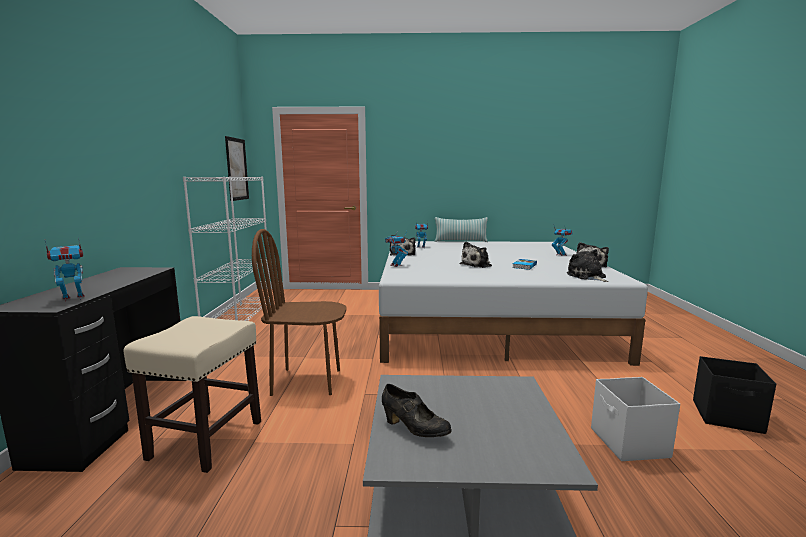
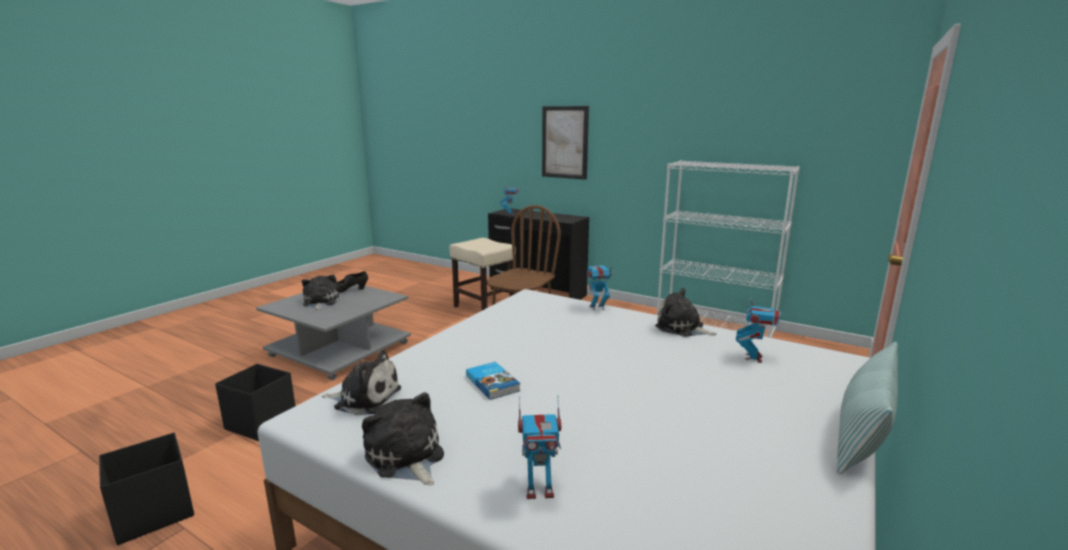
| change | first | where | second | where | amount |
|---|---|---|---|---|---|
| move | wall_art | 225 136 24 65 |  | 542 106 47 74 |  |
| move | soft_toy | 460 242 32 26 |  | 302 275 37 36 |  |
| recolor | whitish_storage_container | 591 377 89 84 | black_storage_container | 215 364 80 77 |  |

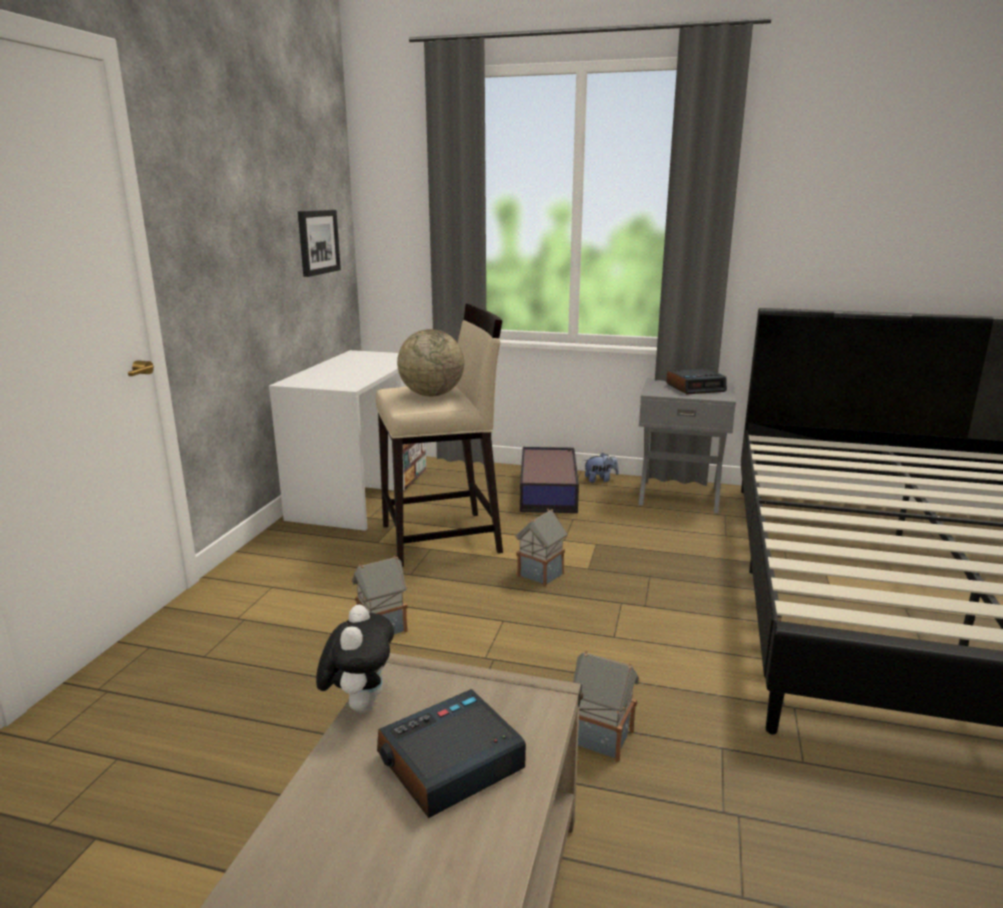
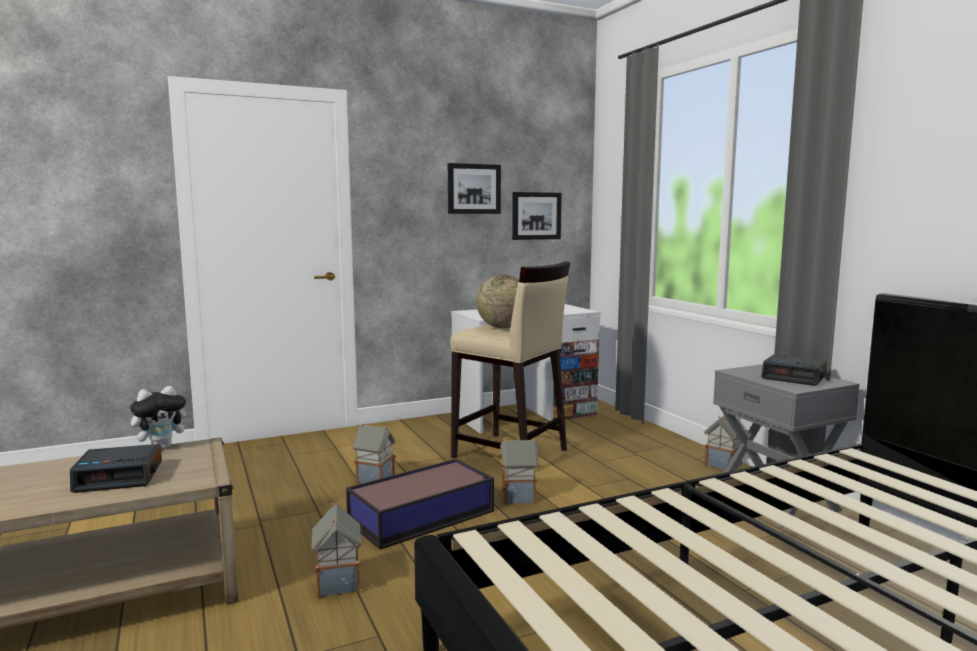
| change | first | where | second | where | amount |
|---|---|---|---|---|---|
| insert |  |  | wall_art | 448 163 53 51 |  |
| move | storage_container | 520 447 59 66 |  | 346 459 148 91 |  |
| replace | soft_toy | 584 453 35 30 | miniature_house | 704 415 42 55 |  |
| rotate | table_clock | 377 689 149 129 |  | 70 444 92 49 | 150 degrees clockwise |

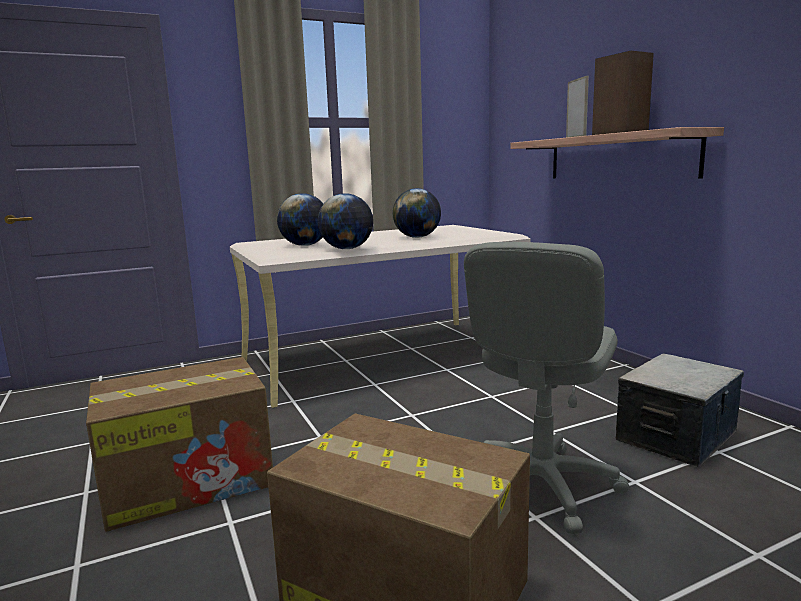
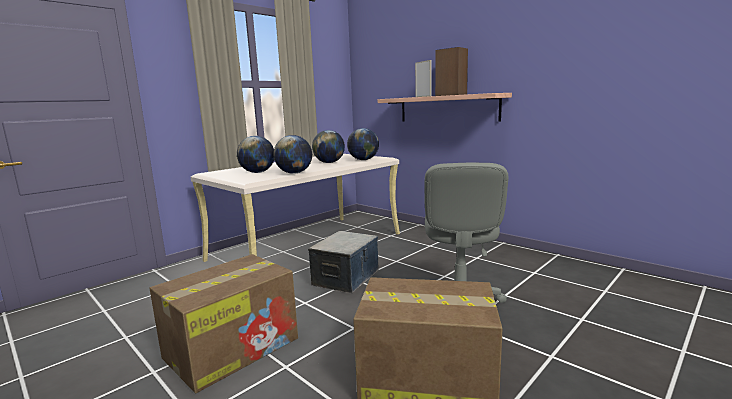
| change | first | where | second | where | amount |
|---|---|---|---|---|---|
| insert |  |  | world_globe | 347 128 32 32 |  |
| move | storage_container | 616 354 128 113 |  | 308 231 70 62 |  |

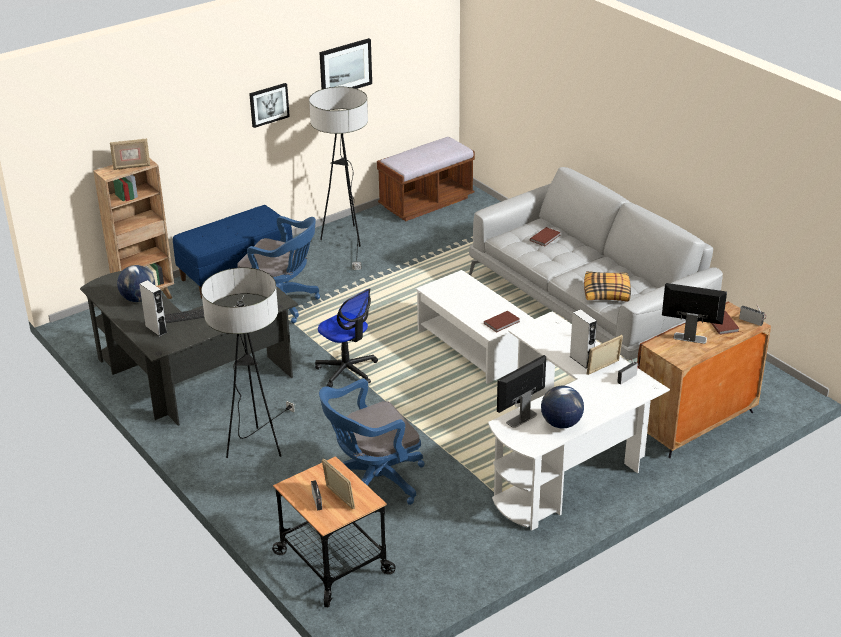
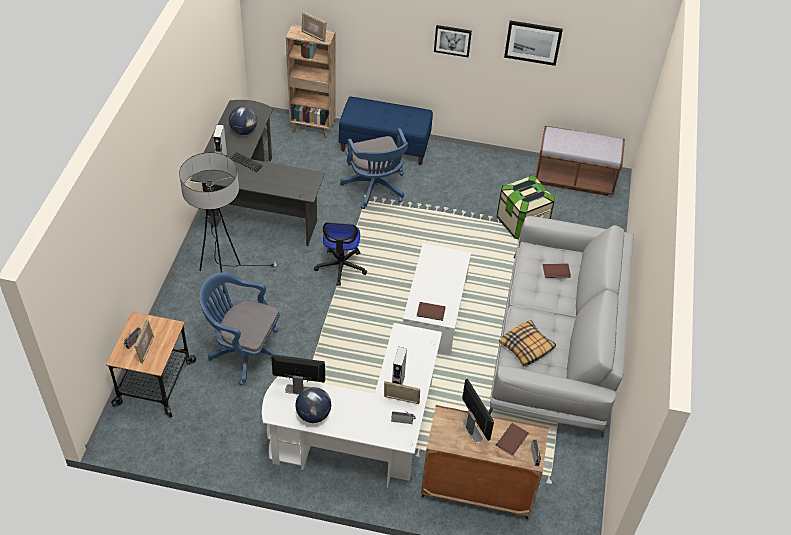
| change | first | where | second | where | amount |
|---|---|---|---|---|---|
| delete | standing_lamp | 309 87 59 183 |  |  |  |
| insert |  |  | storage_container | 496 175 59 64 |  |

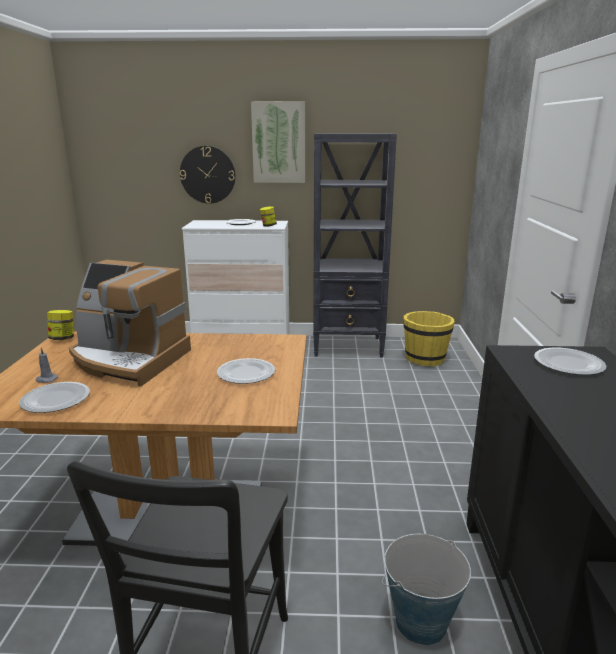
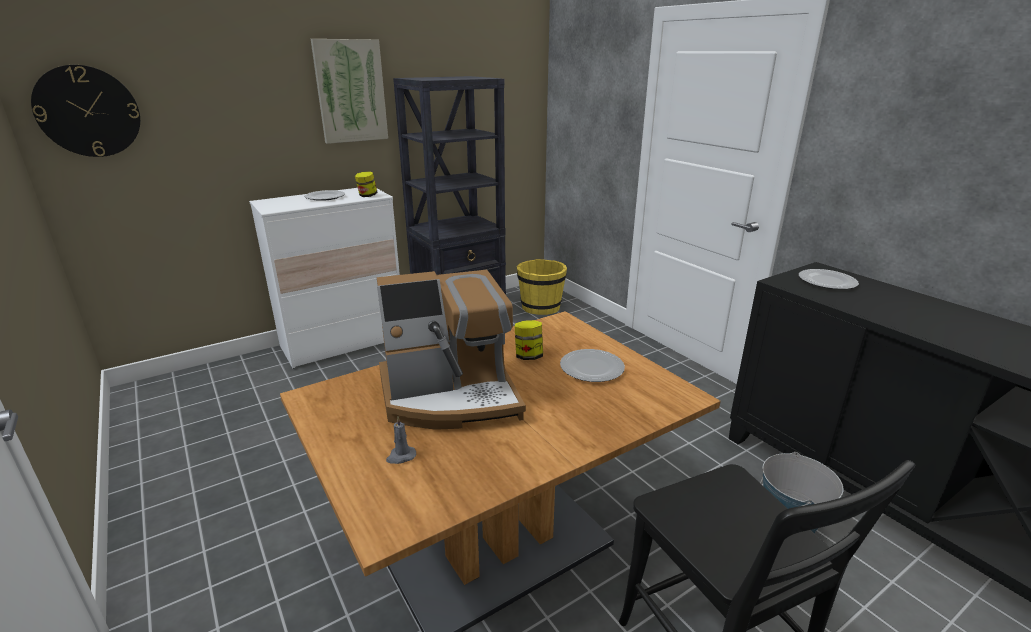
| change | first | where | second | where | amount |
|---|---|---|---|---|---|
| delete | flat_dish | 19 382 71 31 |  |  |  |
| move | storage_jar | 47 310 27 30 |  | 514 320 29 40 |  |
| move | hanging_clock | 180 146 56 58 |  | 31 65 109 92 |  |

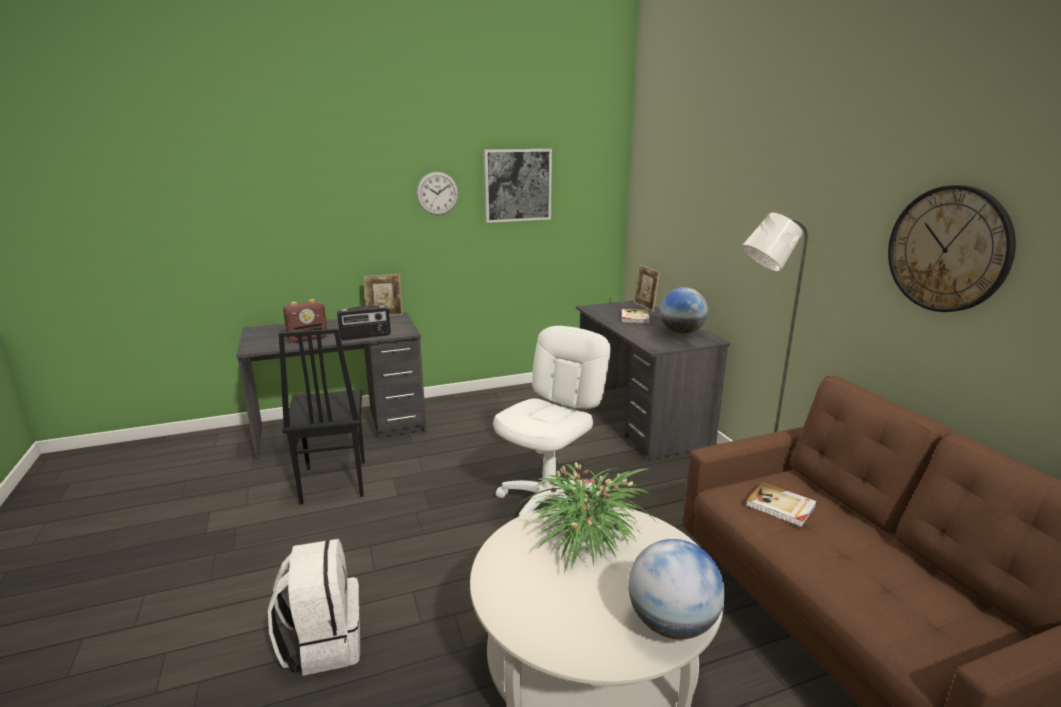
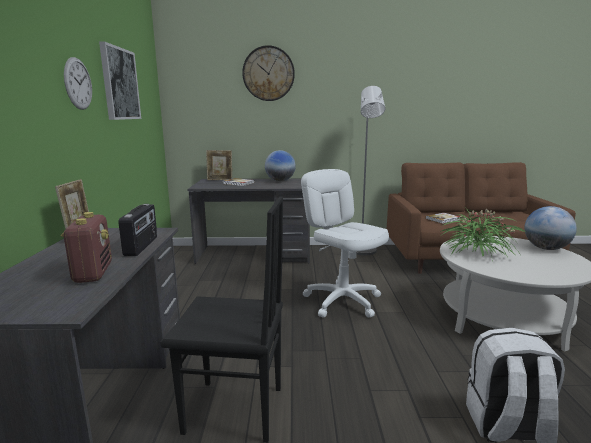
| change | first | where | second | where | amount |
|---|---|---|---|---|---|
| move | hanging_clock | 888 185 128 127 |  | 242 45 53 56 |  |

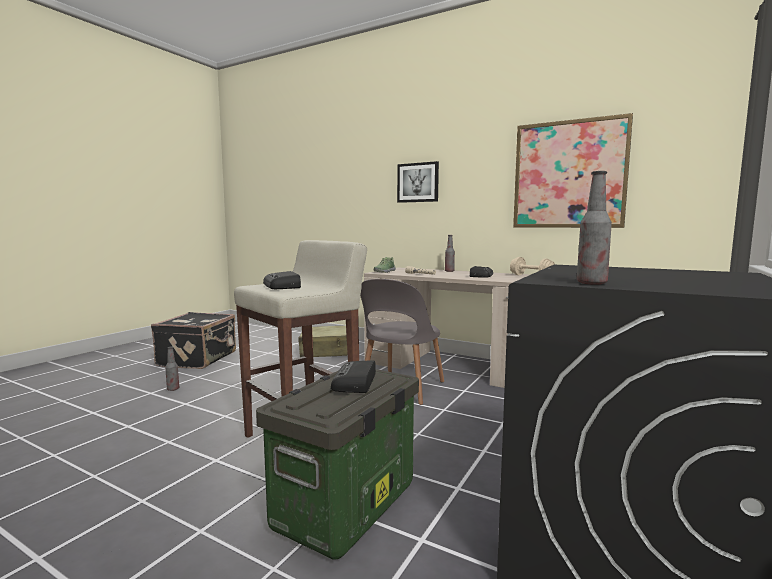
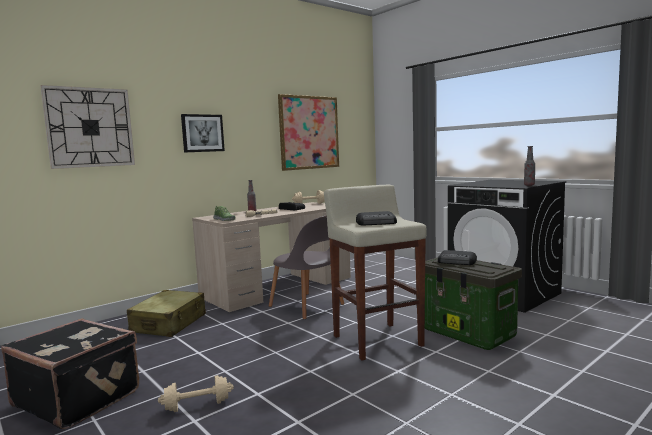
| change | first | where | second | where | amount |
|---|---|---|---|---|---|
| insert |  |  | hanging_clock | 40 85 95 84 |  |
| replace | drink_bottle | 165 347 14 44 | beige-coloured_dumbbell | 158 375 76 37 |  |

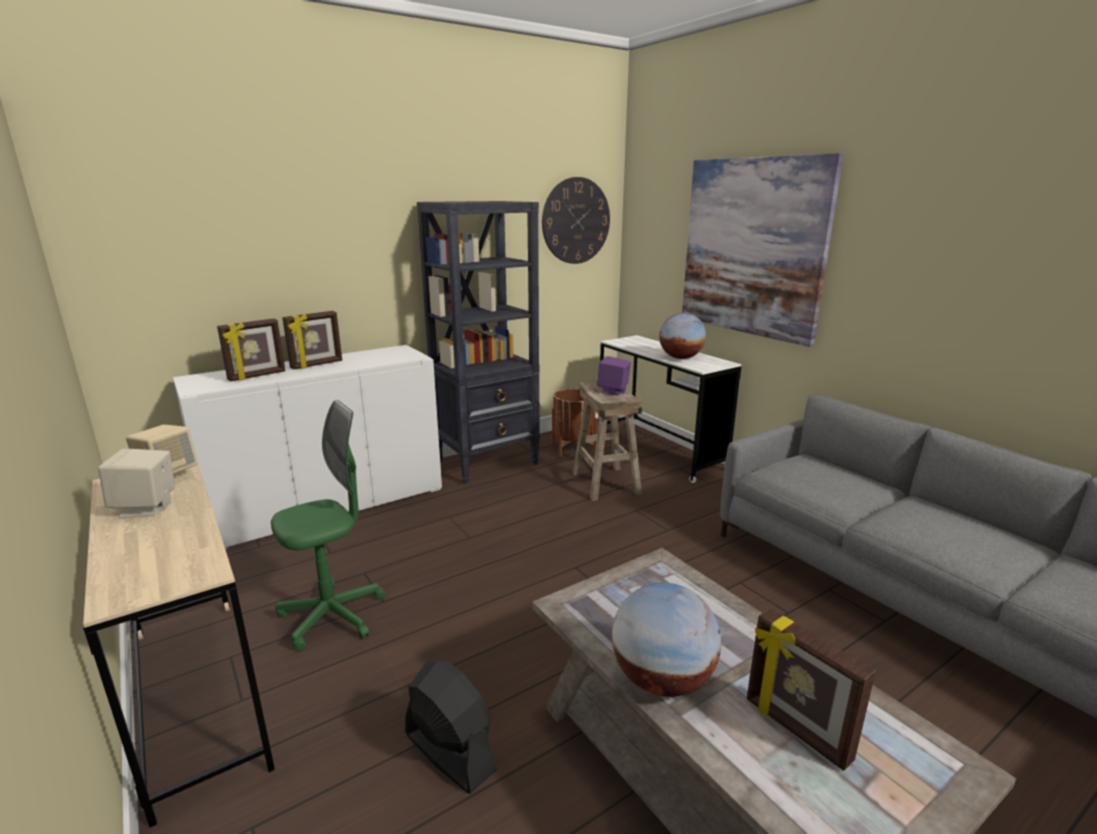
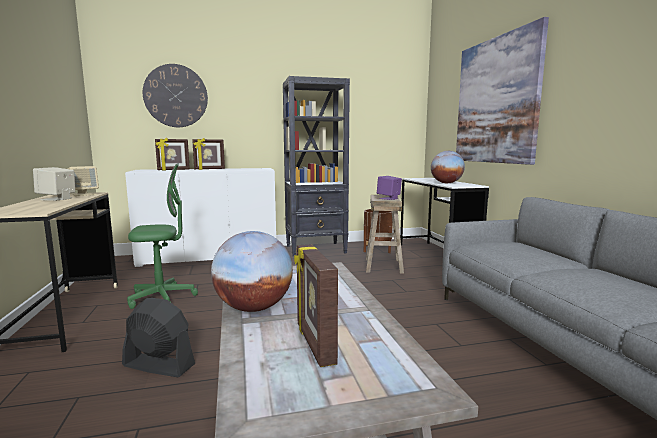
| change | first | where | second | where | amount |
|---|---|---|---|---|---|
| move | hanging_clock | 542 177 68 87 |  | 143 64 65 63 |  |
| rotate | black_cooling_fan | 405 660 92 134 |  | 122 298 73 79 | 45 degrees counterclockwise |

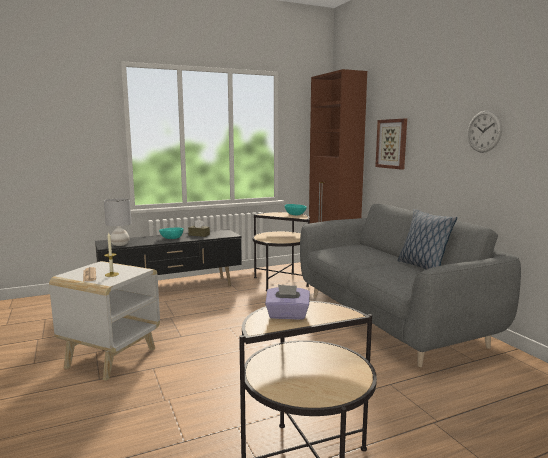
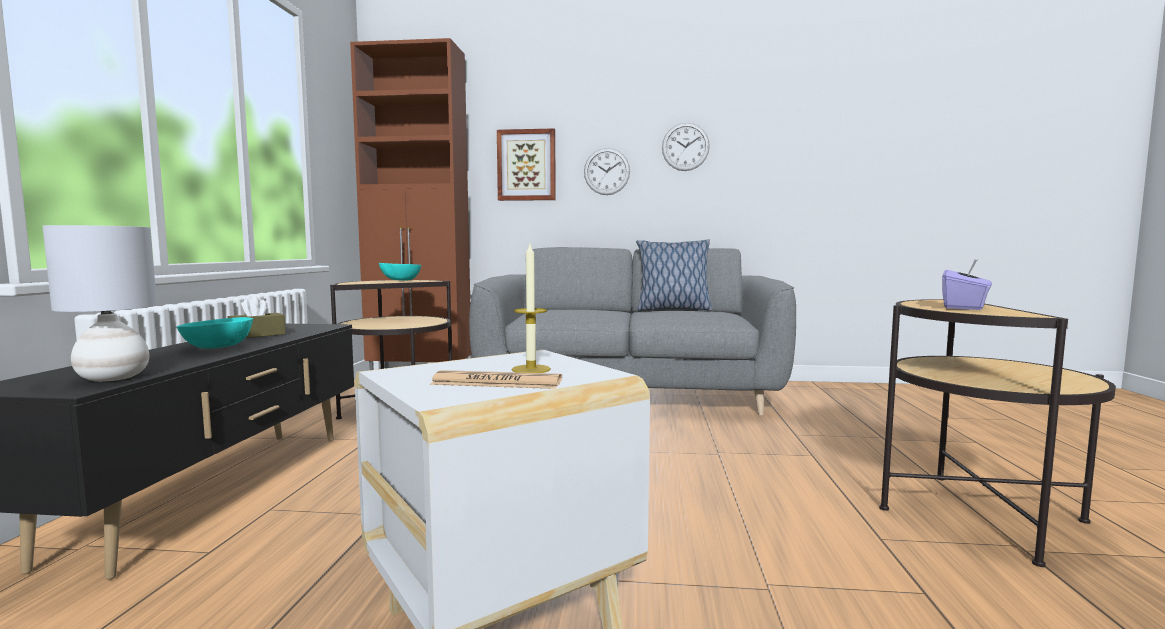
| change | first | where | second | where | amount |
|---|---|---|---|---|---|
| insert |  |  | hanging_clock | 584 148 46 47 |  |

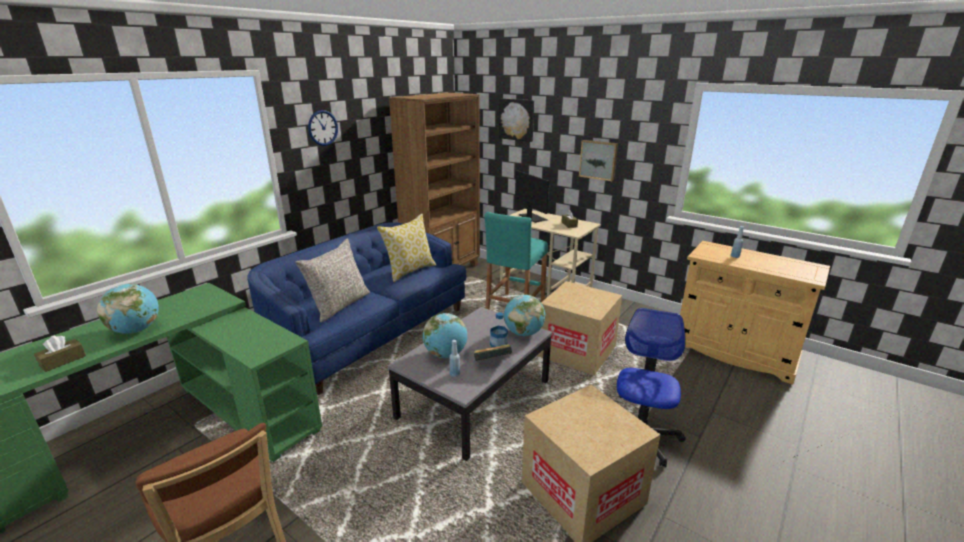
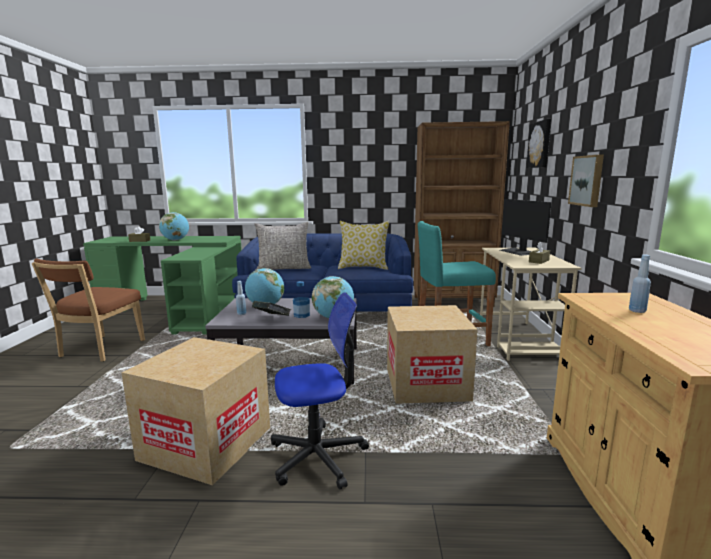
| change | first | where | second | where | amount |
|---|---|---|---|---|---|
| delete | hanging_clock | 308 110 30 36 |  |  |  |
| rotate | monitor | 515 170 34 53 |  | 500 199 51 57 | 135 degrees clockwise |

